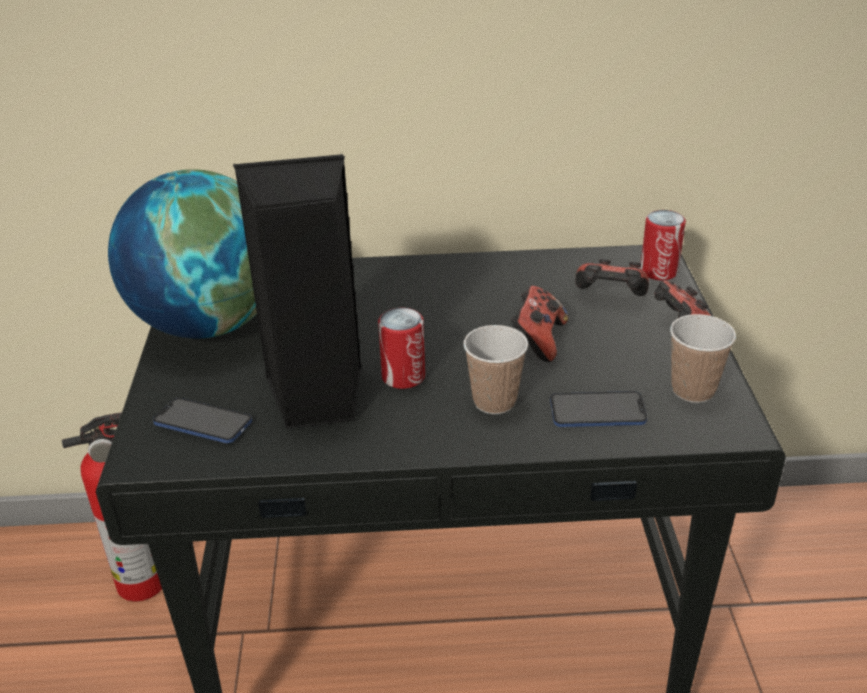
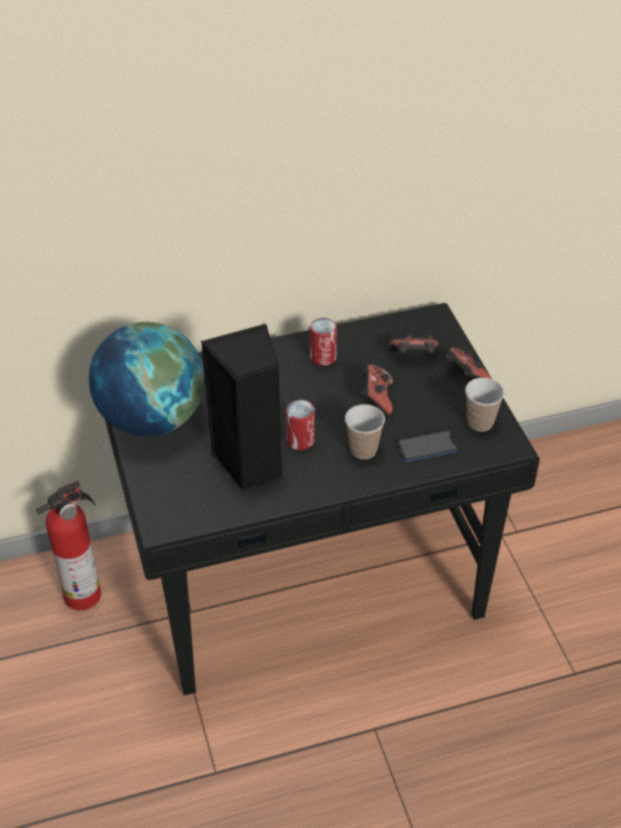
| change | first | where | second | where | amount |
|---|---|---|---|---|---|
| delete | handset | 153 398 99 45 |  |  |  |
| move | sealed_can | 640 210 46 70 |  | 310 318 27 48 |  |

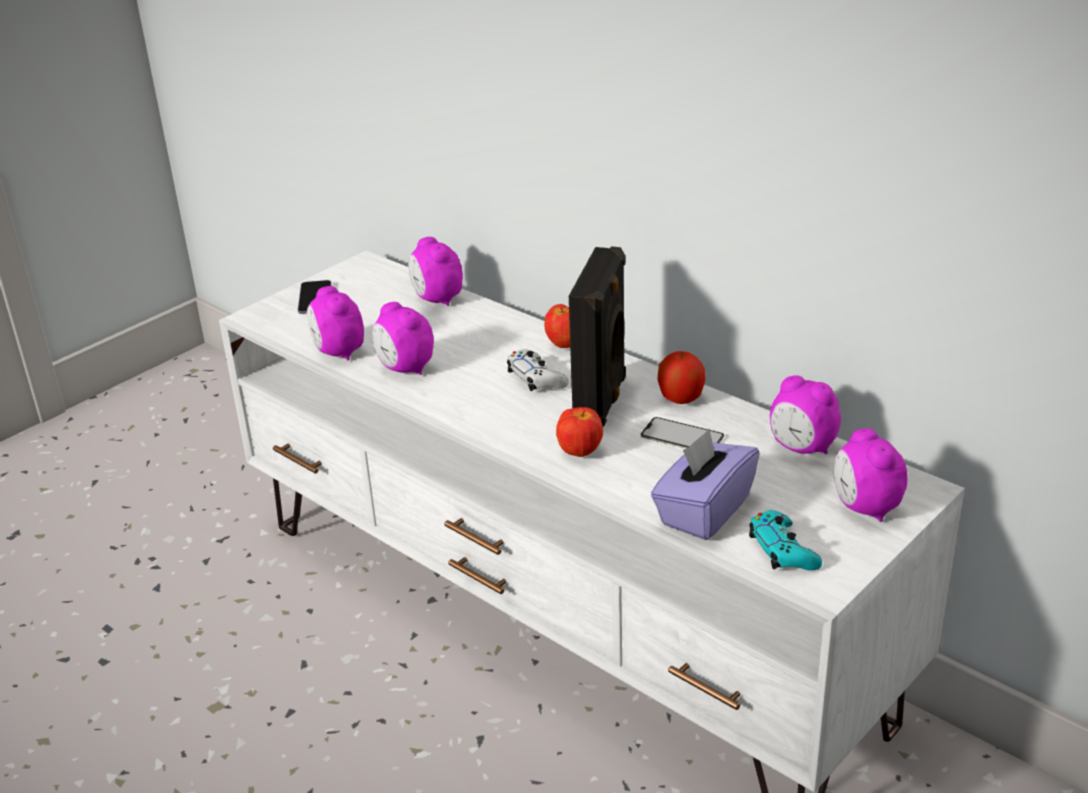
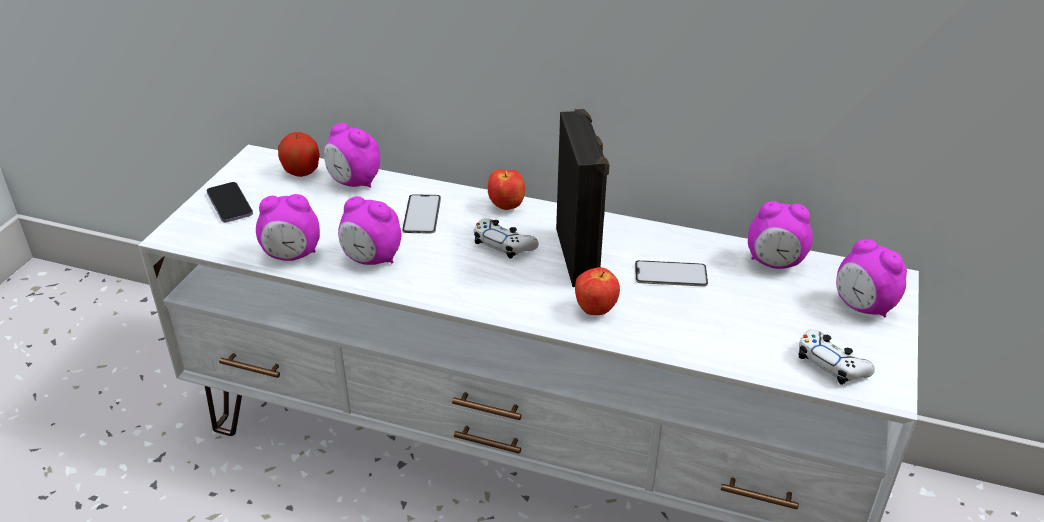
| change | first | where | second | where | amount |
|---|---|---|---|---|---|
| delete | purple-coloured_tissue_box | 651 429 109 111 |  |  |  |
| insert |  |  | handset | 402 194 39 39 |  |
| move | whole_apple | 658 351 48 53 |  | 278 132 41 45 |  |
| recolor | blue-green_gamepad | 749 510 73 60 | whitish_gamepad | 798 329 77 56 |  |
| rotate | table_clock | 307 286 57 74 |  | 256 194 64 67 | 45 degrees counterclockwise |

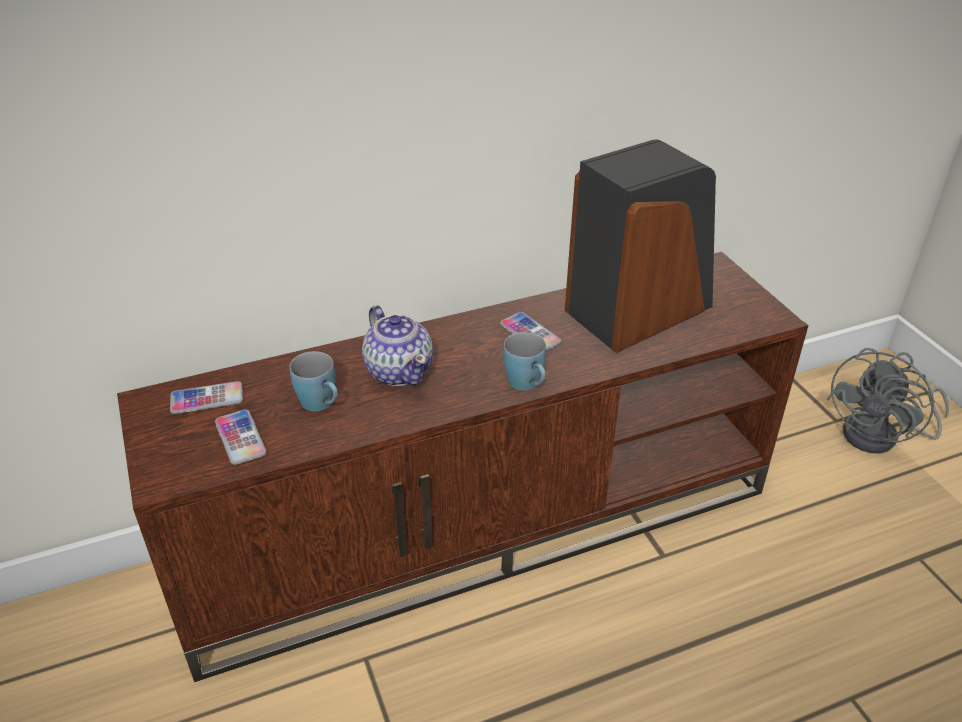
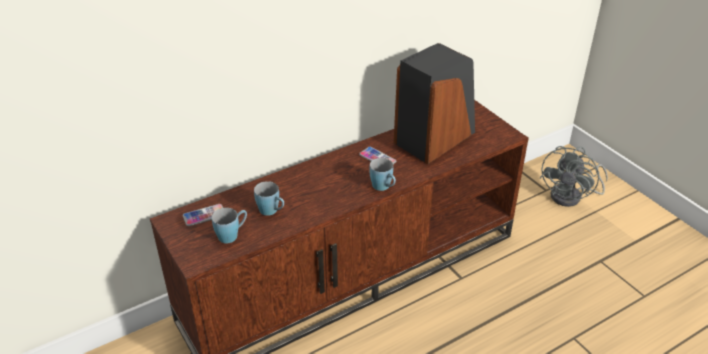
| change | first | where | second | where | amount |
|---|---|---|---|---|---|
| delete | tea_pot | 362 305 71 81 |  |  |  |
| replace | handset | 215 409 52 56 | blue-coloured_tea_mug | 212 208 35 35 |  |

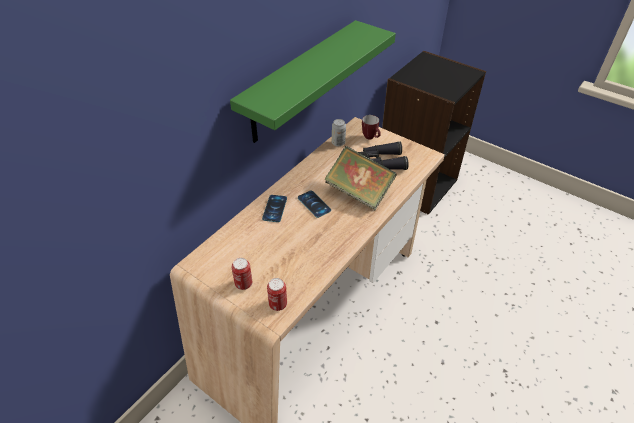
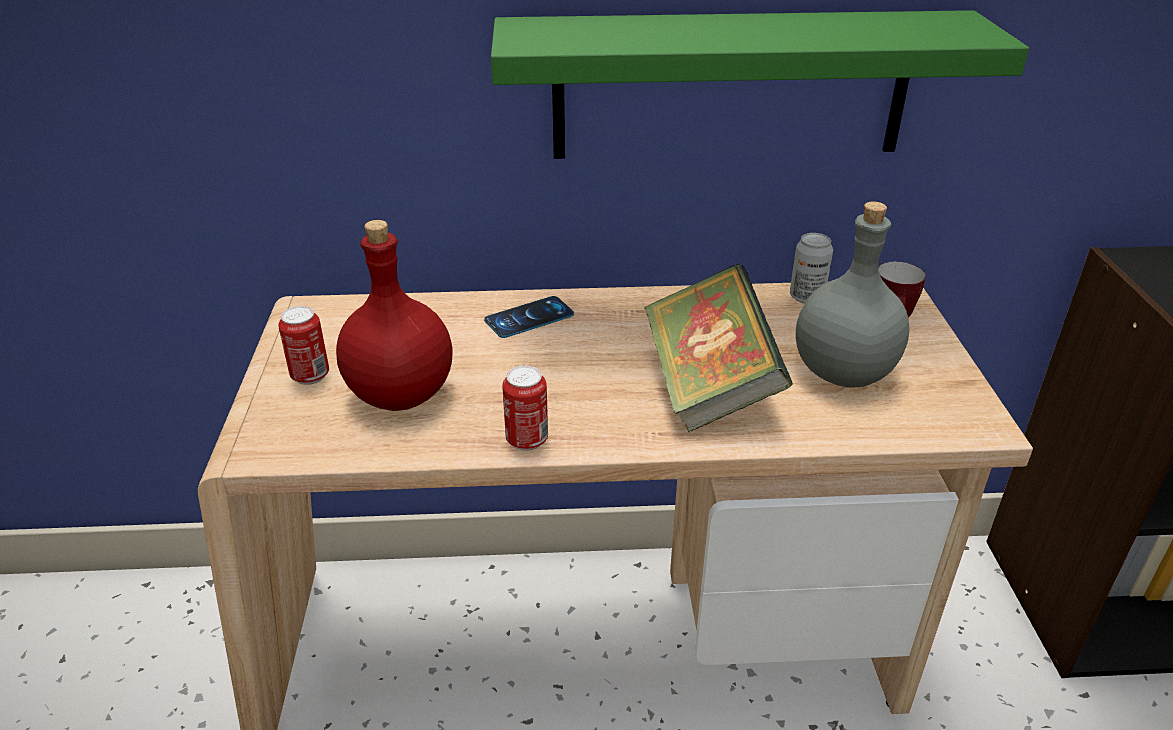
| change | first | where | second | where | amount |
|---|---|---|---|---|---|
| delete | handset | 298 190 33 28 |  |  |  |
| insert |  |  | red-coloured_drink_bottle | 336 220 116 191 |  |
| move | sealed_can | 267 278 20 33 |  | 502 365 46 86 |  |
| replace | black_field_glasses | 358 141 51 29 | greyish_drink_bottle | 796 201 113 187 |  |

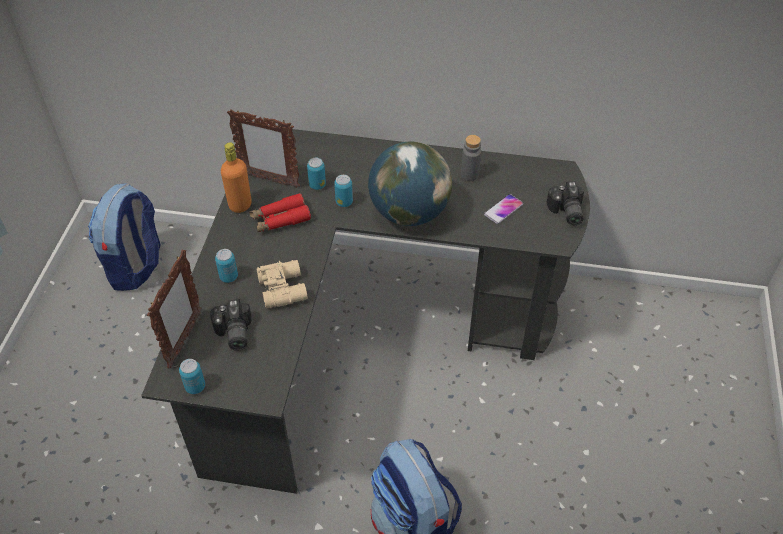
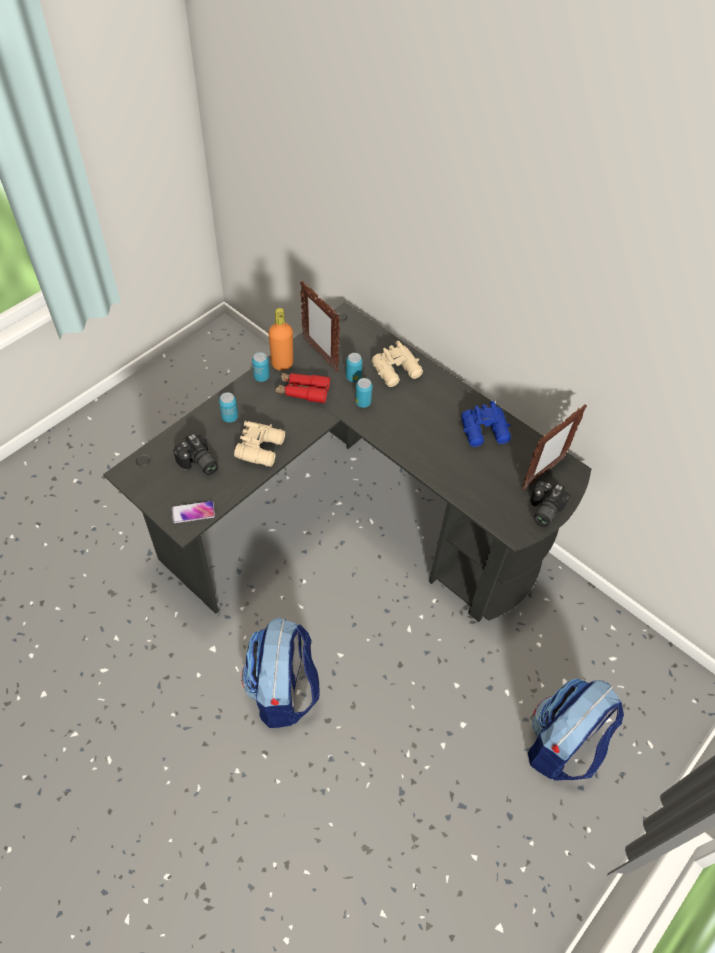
| change | first | where | second | where | amount |
|---|---|---|---|---|---|
| delete | world_globe | 368 142 84 84 |  |  |  |
| insert |  |  | beige-coloured_field_glasses | 372 341 51 46 |  |
| move | rucksack | 88 183 72 108 |  | 528 678 96 103 |  |
| move | picture_frame | 147 250 54 118 |  | 521 404 66 86 |  |
| move | sealed_can | 179 359 26 35 |  | 252 352 18 30 |  |
| move | handset | 484 194 39 30 |  | 172 501 43 22 |  |
| replace | greyish_drink_bottle | 461 135 20 46 | blue-coloured_field_glasses | 461 401 50 46 |  |
| rotate | still_camera | 210 299 42 52 |  | 173 433 45 42 | 60 degrees counterclockwise |

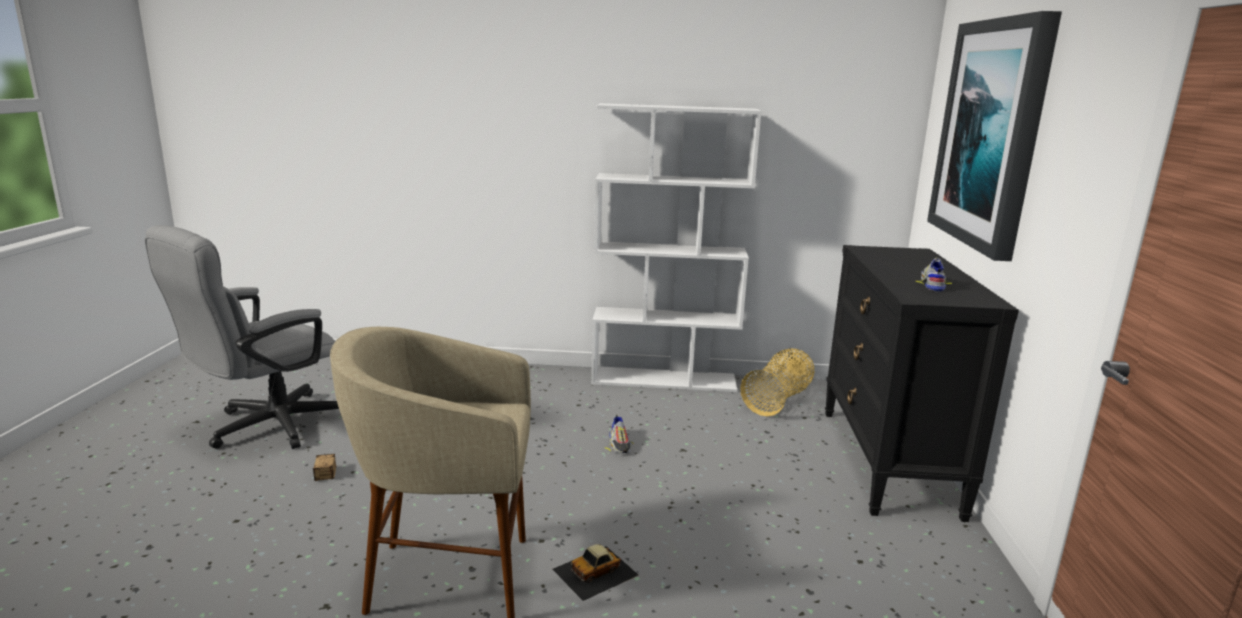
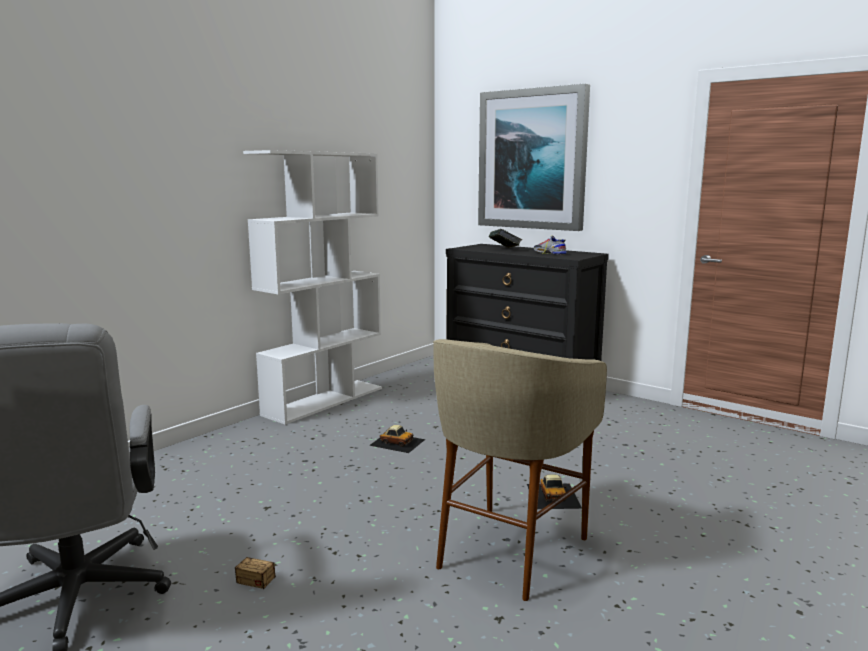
| change | first | where | second | where | amount |
|---|---|---|---|---|---|
| delete | household_basket | 740 348 74 68 |  |  |  |
| insert |  |  | volume | 489 229 33 19 |  |
| replace | low_shoe | 605 415 28 38 | model_car | 369 425 57 28 |  |

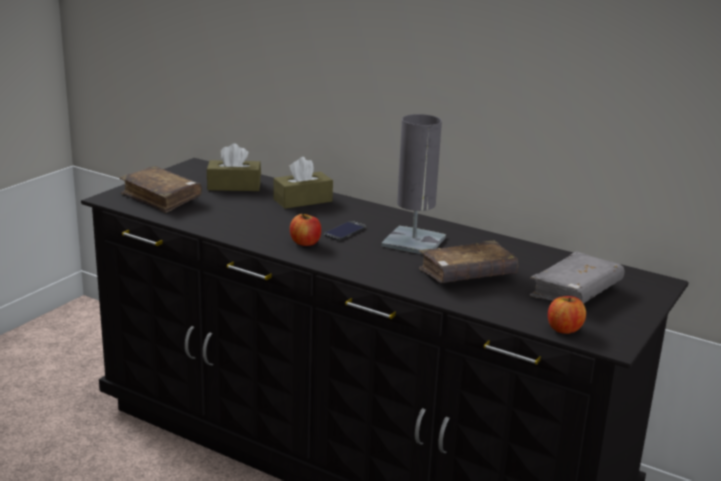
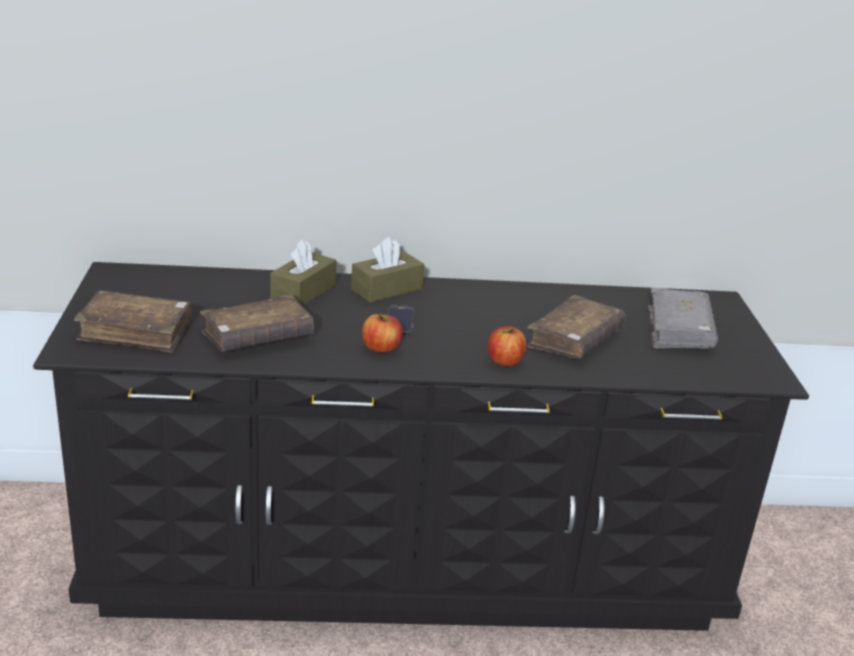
| change | first | where | second | where | amount |
|---|---|---|---|---|---|
| delete | greyish_table_lamp | 381 114 65 140 |  |  |  |
| insert |  |  | brown-coloured_volume | 200 295 114 57 |  |
| move | brown-coloured_tissue_box | 207 143 54 48 |  | 351 237 73 66 |  |
| move | whole_apple | 548 296 38 38 |  | 488 326 38 40 |  |

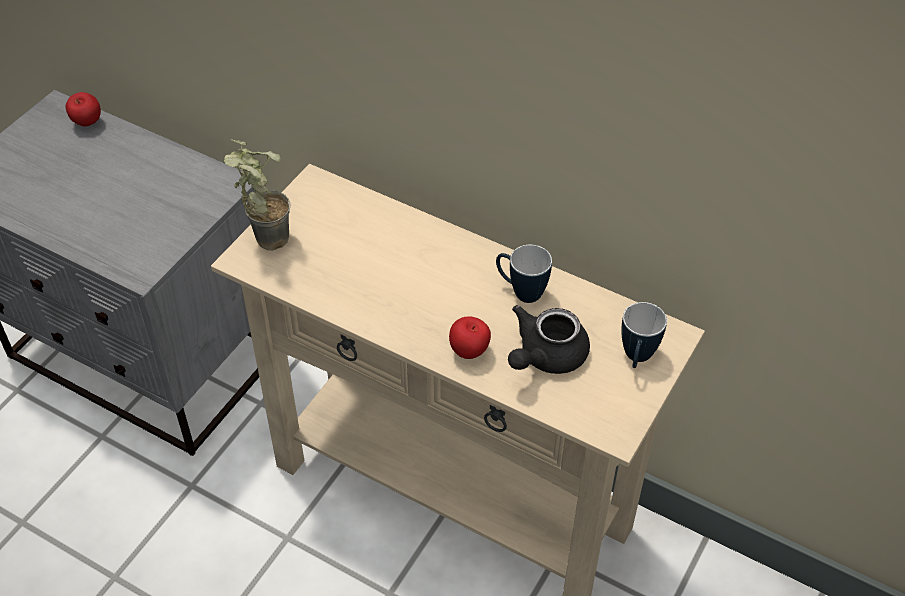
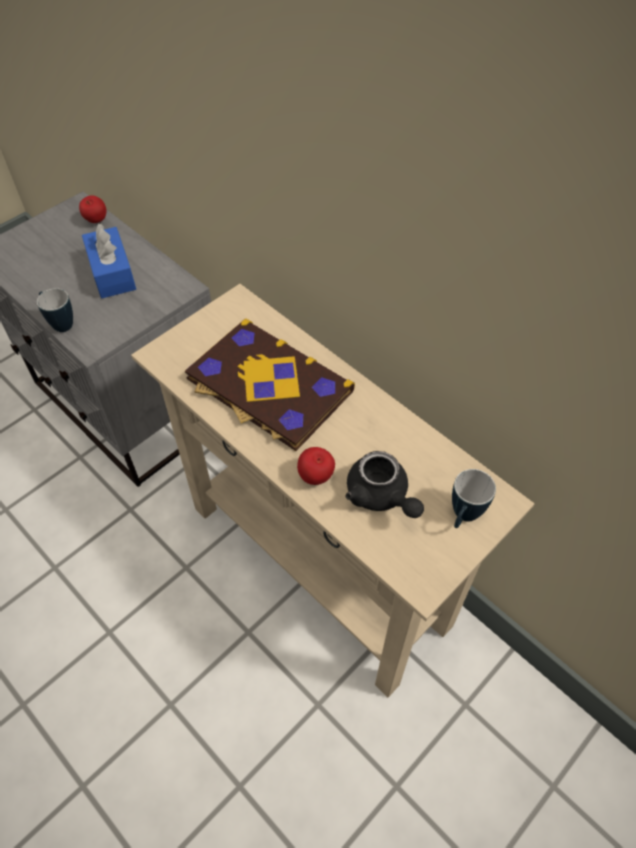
| change | first | where | second | where | amount |
|---|---|---|---|---|---|
| delete | houseplant | 224 139 67 112 |  |  |  |
| insert |  |  | blue-coloured_tissue_box | 82 223 54 75 |  |
| insert |  |  | volume | 185 319 170 132 |  |
| move | tea_mug | 496 245 56 58 |  | 37 288 36 44 |  |
| rotate | black_tea_pot | 508 305 82 69 |  | 346 451 78 67 | 90 degrees counterclockwise |

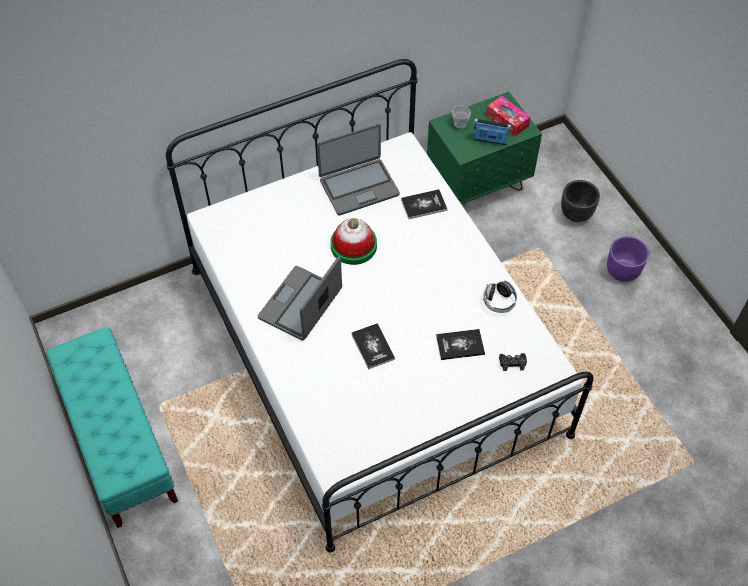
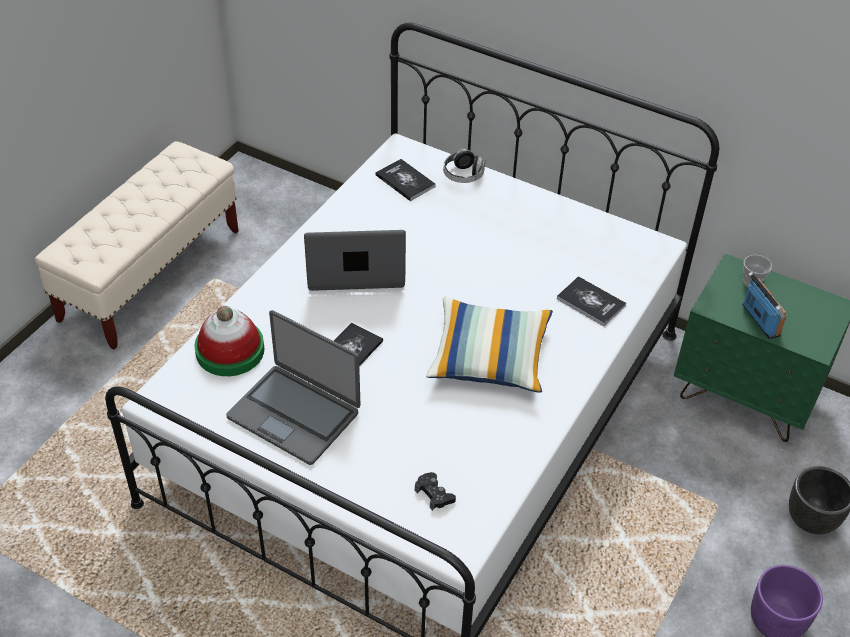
| change | first | where | second | where | amount |
|---|---|---|---|---|---|
| delete | tissue_box | 486 96 44 41 |  |  |  |
| insert |  |  | throw_pillow | 426 297 127 96 |  |
| move | laptop | 317 124 83 92 |  | 226 310 135 155 |  |
| move | hat | 330 218 47 47 |  | 194 306 71 70 |  |
| move | volume | 436 329 49 31 |  | 375 159 61 42 |  |
| move | headset | 483 281 34 32 |  | 443 149 42 34 |  |
| recolor | blue-green_bench | 46 327 132 201 | beige-coloured_bench | 35 141 203 209 |  |

